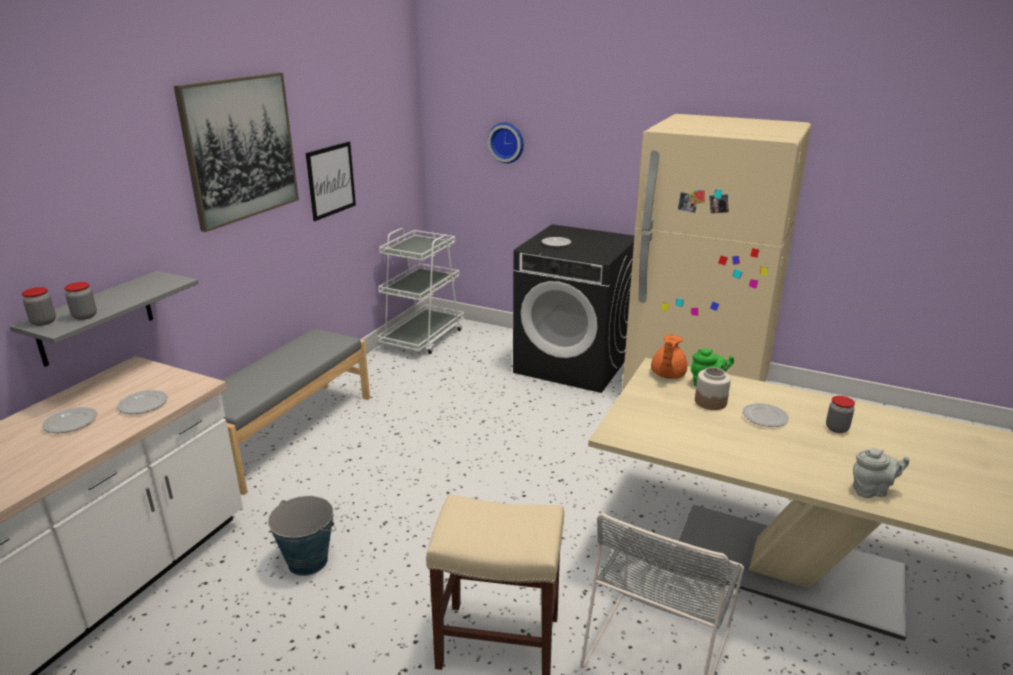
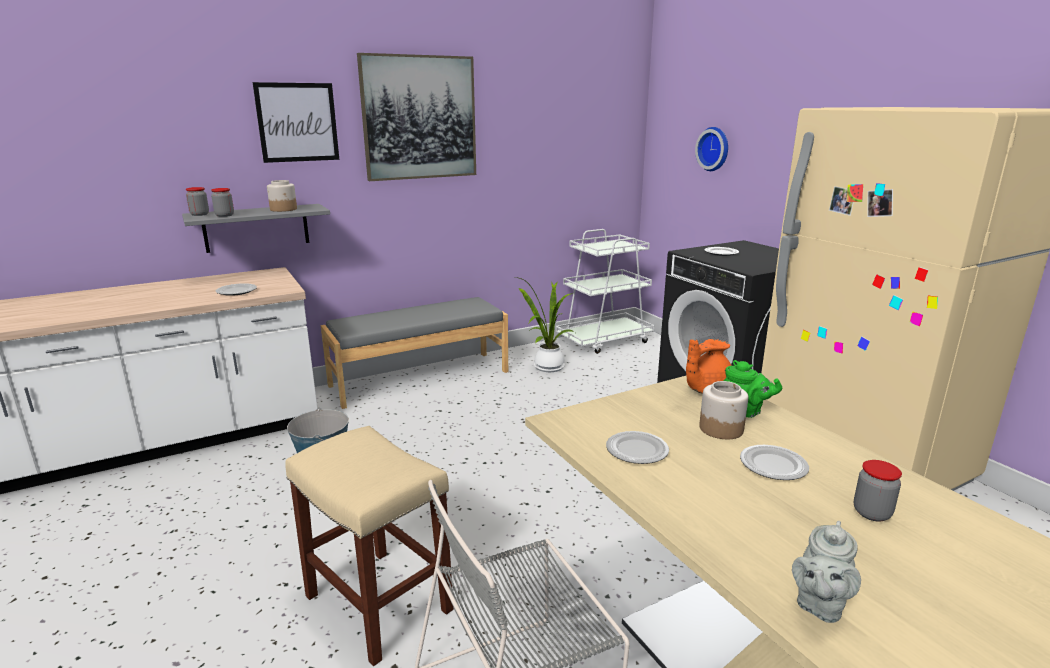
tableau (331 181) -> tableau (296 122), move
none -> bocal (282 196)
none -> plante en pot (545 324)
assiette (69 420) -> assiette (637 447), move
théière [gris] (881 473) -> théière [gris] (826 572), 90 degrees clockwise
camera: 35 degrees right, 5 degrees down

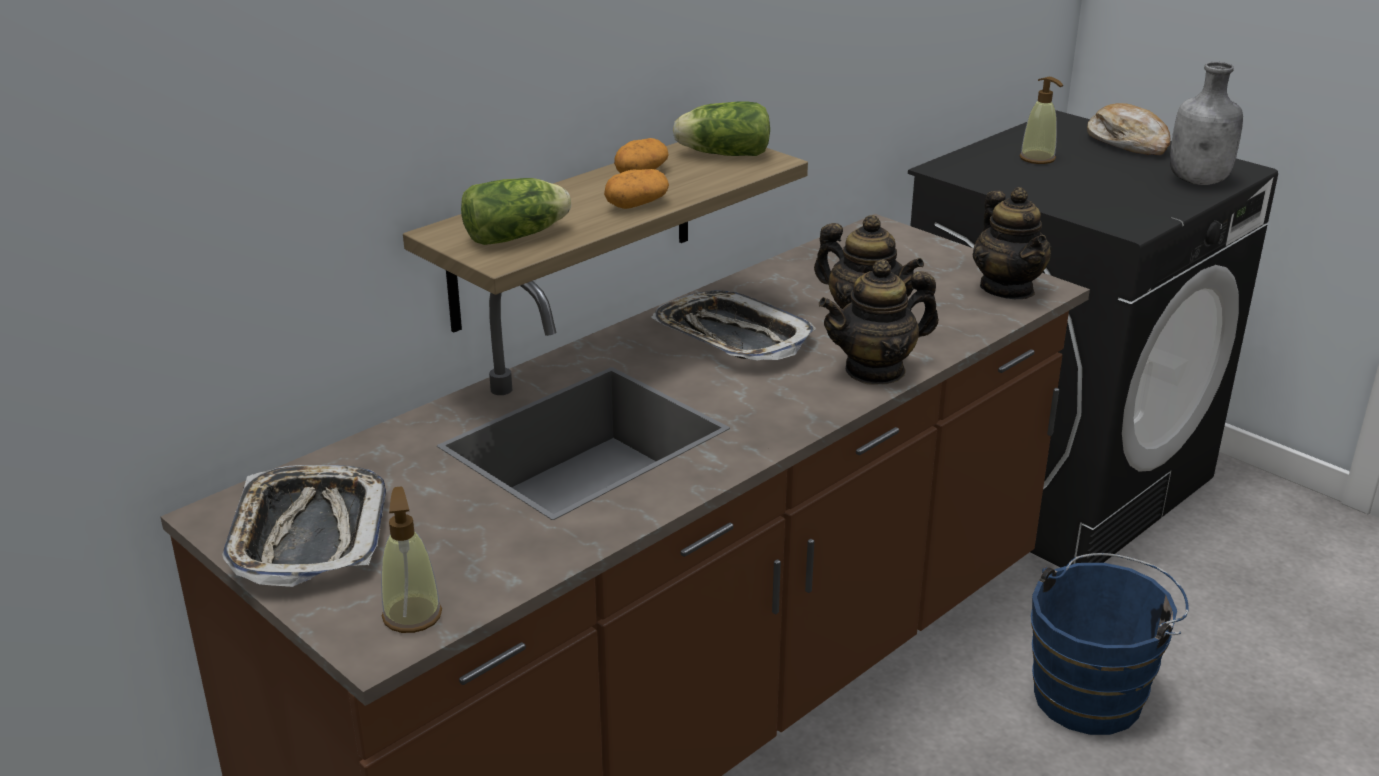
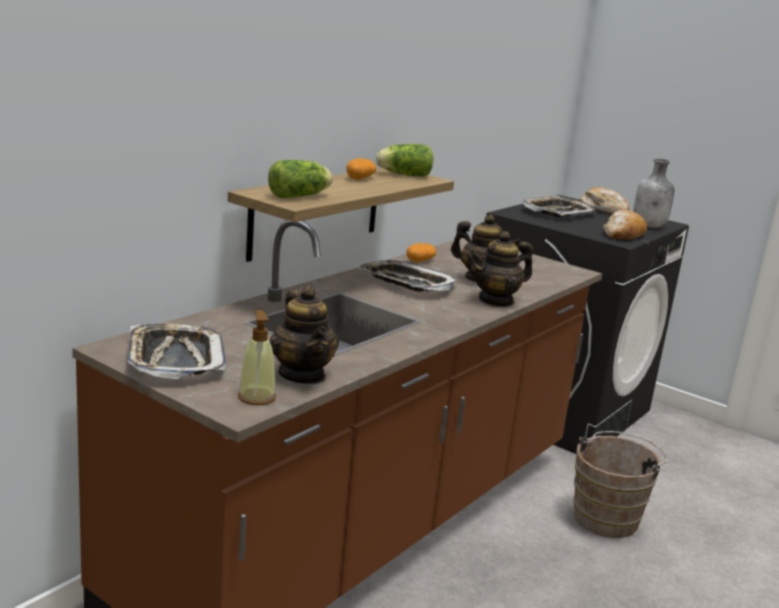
théière (1012 243) -> théière (304 335), move
pomme de terre (636 189) -> pomme de terre (421 252), move
distributeur de savon (1041 120) -> plateau (559 207)
seau [bleu] (1110 644) -> seau [marron] (620 484)
none -> pain (625 225)
camera: 10 degrees left, 10 degrees down

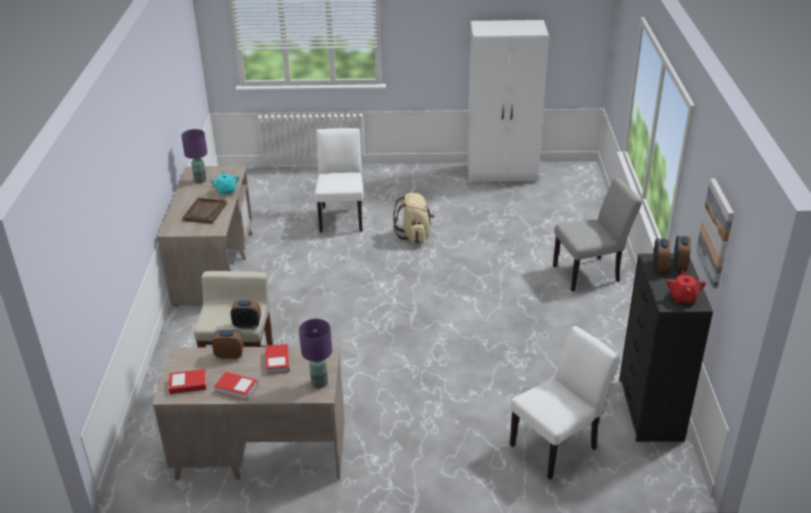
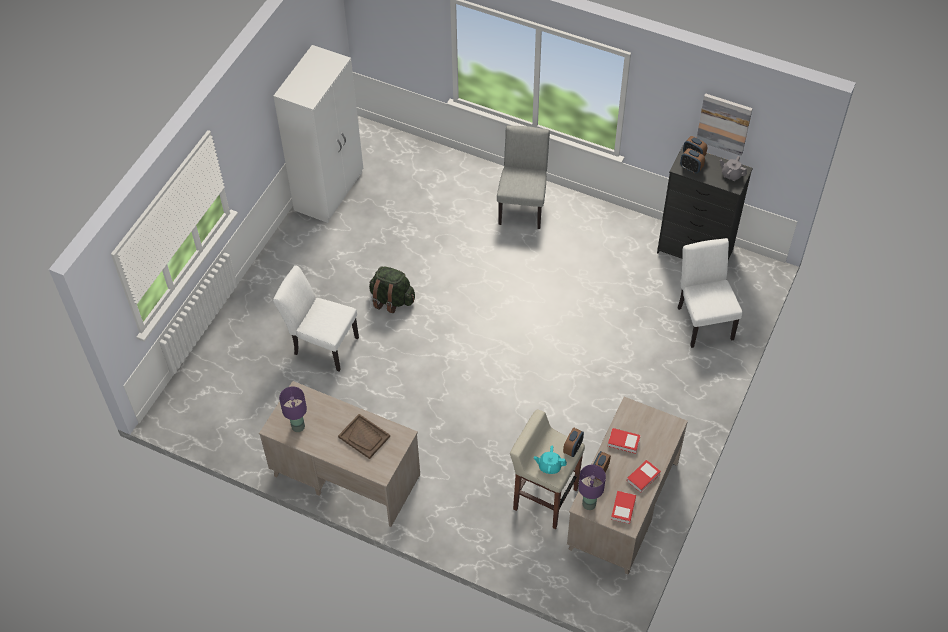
sac à dos [beige] (413 218) -> sac à dos [vert] (392 290)
théière [turquoise] (225 183) -> théière [turquoise] (550 460), move
lampe de table [violet] (315 353) -> lampe de table [violet] (592 487), move
théière [rouge] (686 286) -> théière [gris] (733 168)
camera: 65 degrees left, 20 degrees up

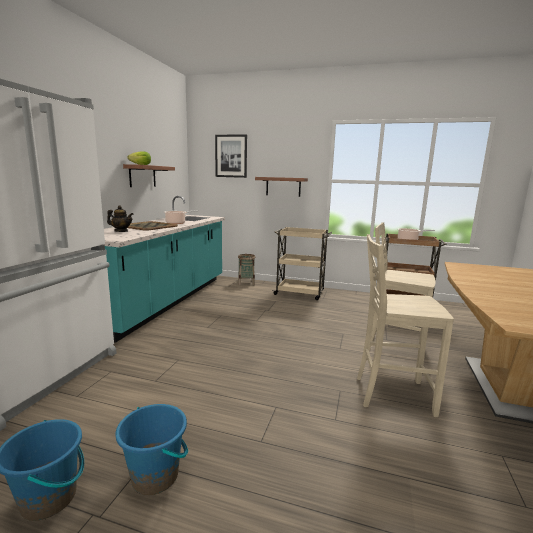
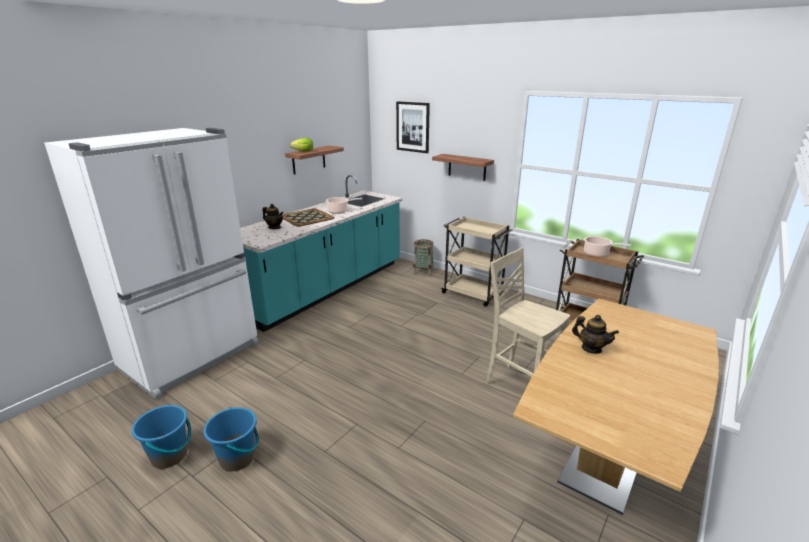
none -> théière (595 334)
chaise [beige] (405 325) -> none
camera: 20 degrees right, 10 degrees up

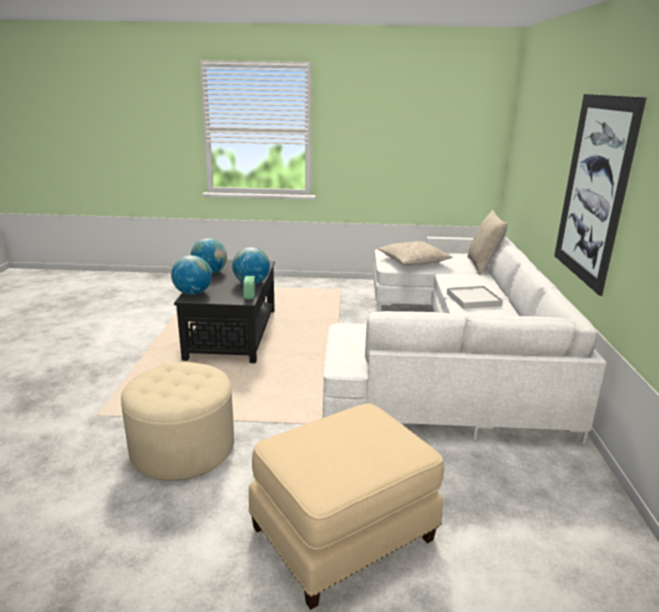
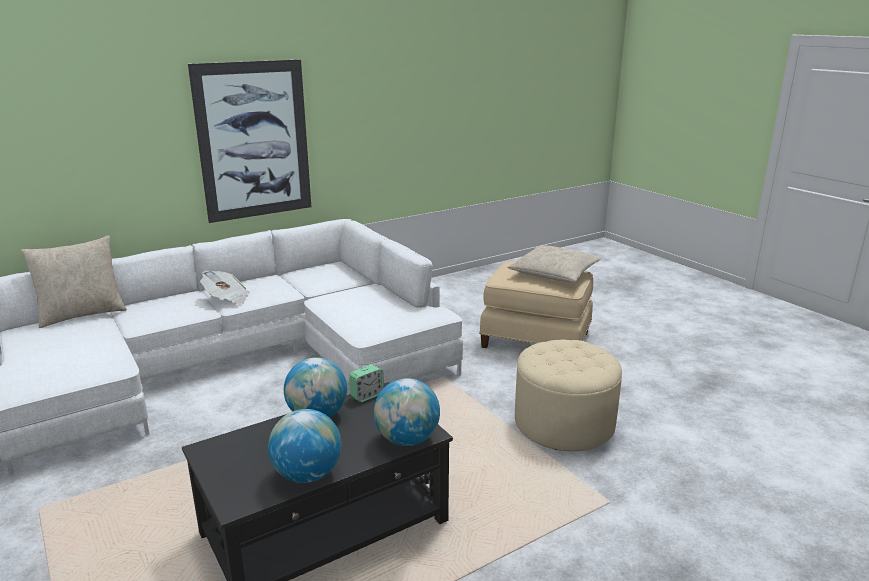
plateau [blanc] (475 297) -> journal (224 287)
coussin [beige] (415 253) -> coussin [beige] (554 264), move
camera: 125 degrees left, 0 degrees up

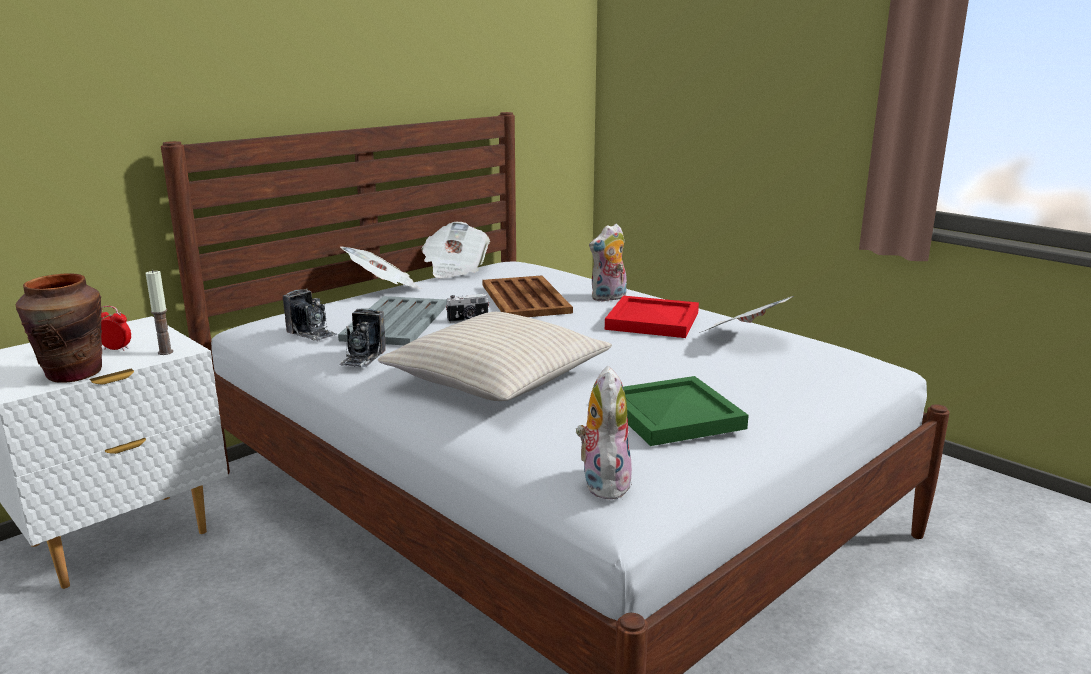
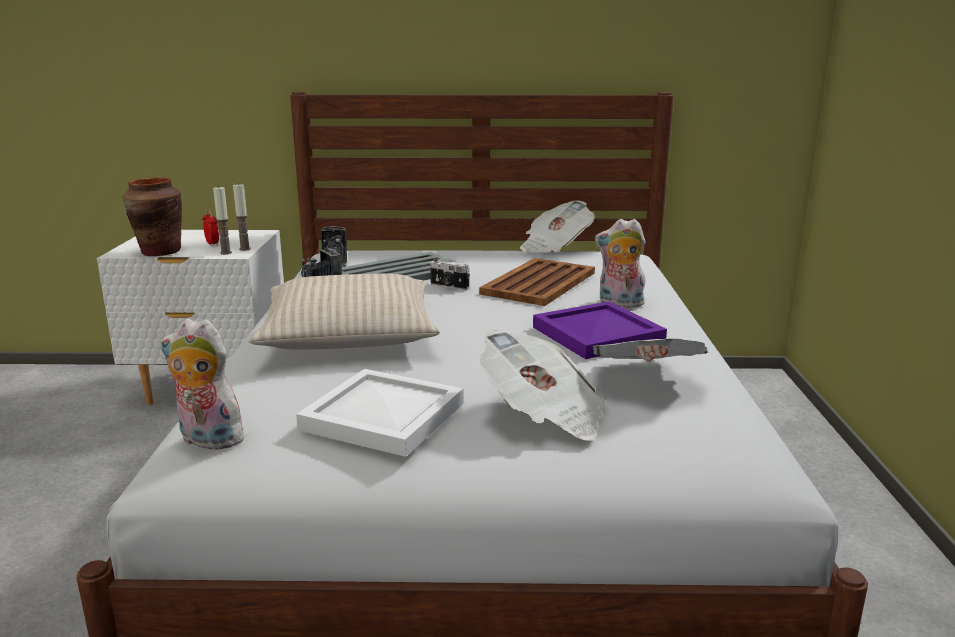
peluche (604 433) -> peluche (204 384), 120 degrees counterclockwise
none -> bougie (242 217)
plateau [vert] (686 411) -> plateau [blanc] (380 413)
journal (380 268) -> journal (542 385), move
plateau [rouge] (652 317) -> plateau [violet] (600 330)
camera: 45 degrees right, 0 degrees up

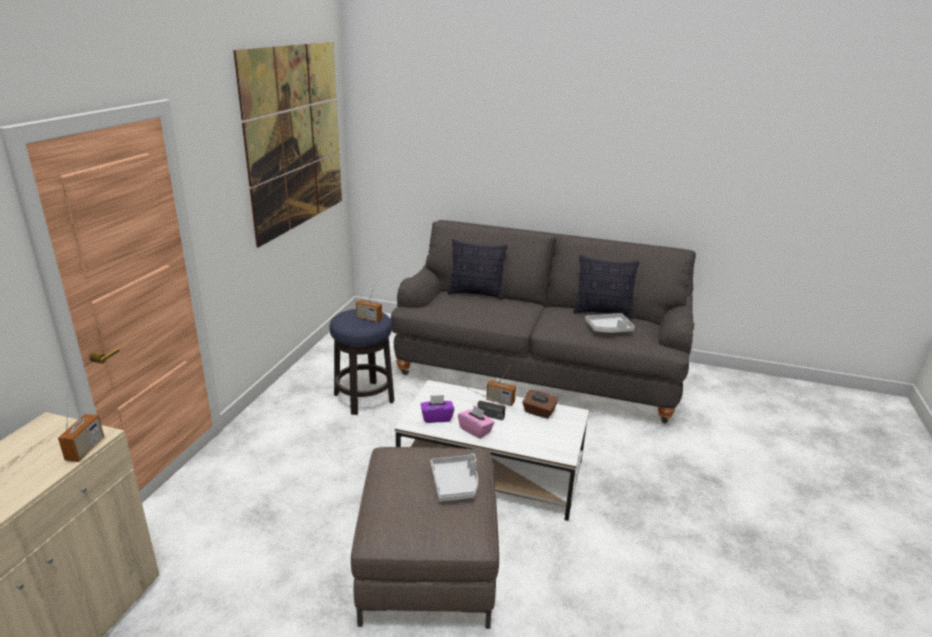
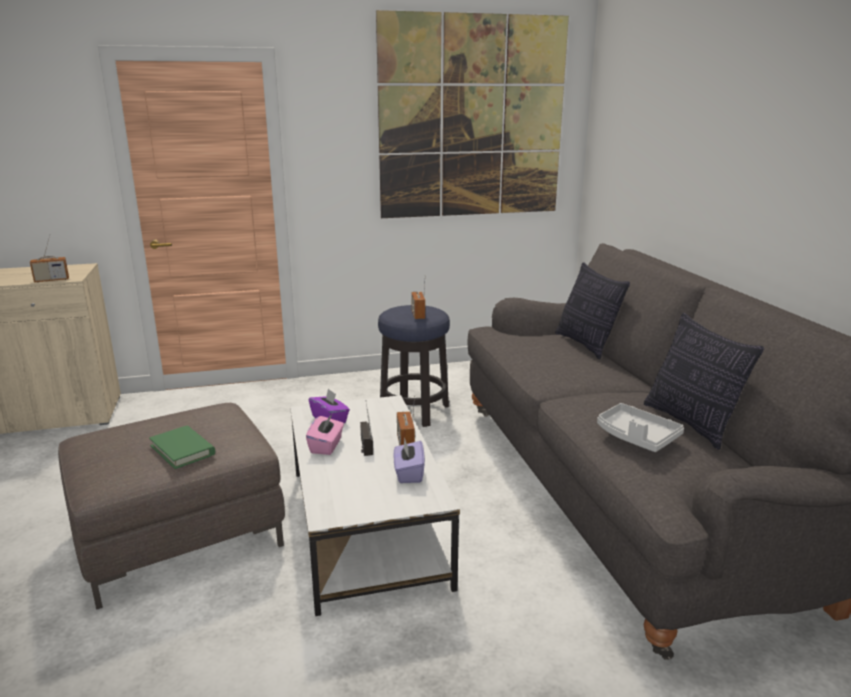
plateau [gris] (454 478) -> livre [vert] (182 447)
boîte à mouchoirs [marron] (540 404) -> boîte à mouchoirs [violet] (409 460)
camera: 60 degrees right, 5 degrees down

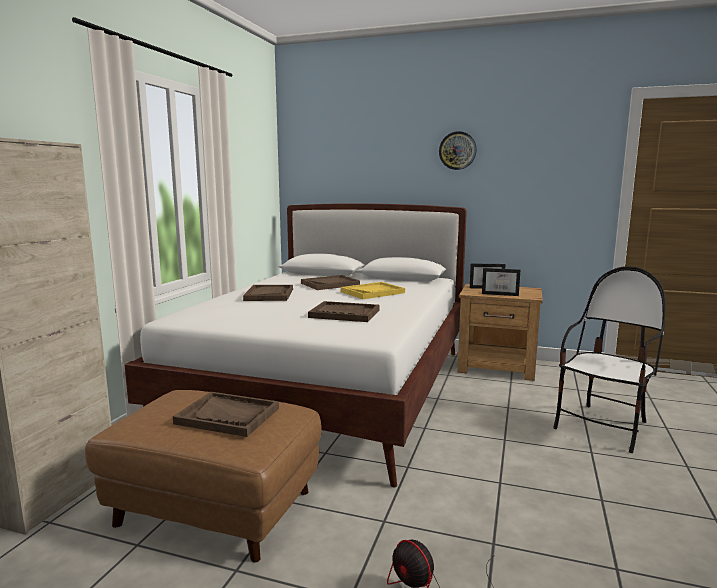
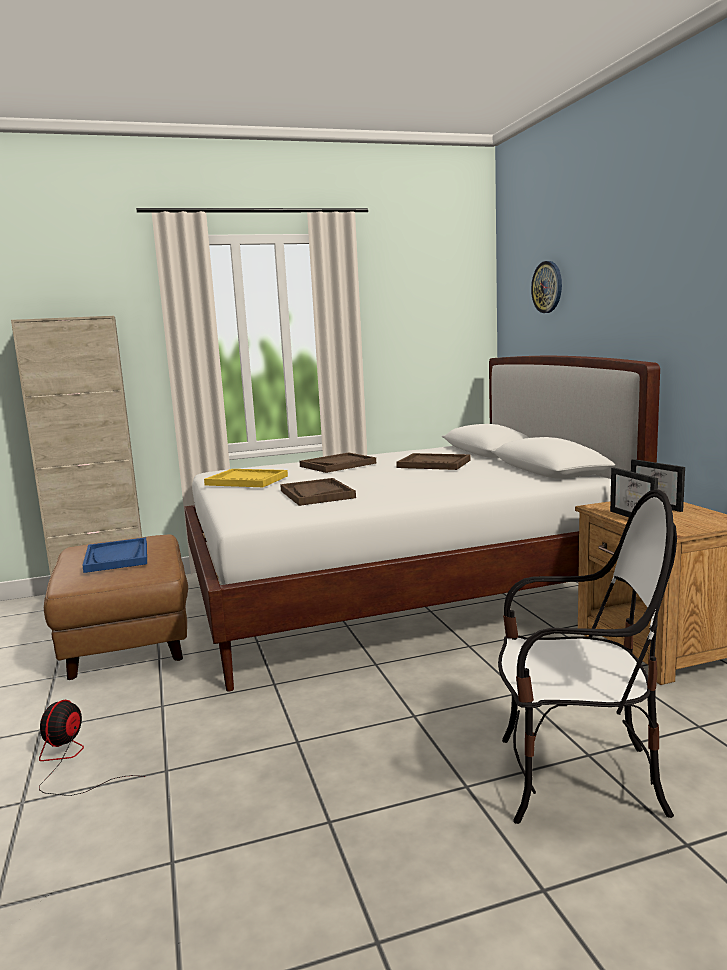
plateau [marron] (226 414) -> plateau [bleu] (114 555)
plateau [jaune] (373 290) -> plateau [jaune] (246 478), move
horloge murale (458 150) -> horloge murale (546 287), move
camera: 55 degrees right, 0 degrees up

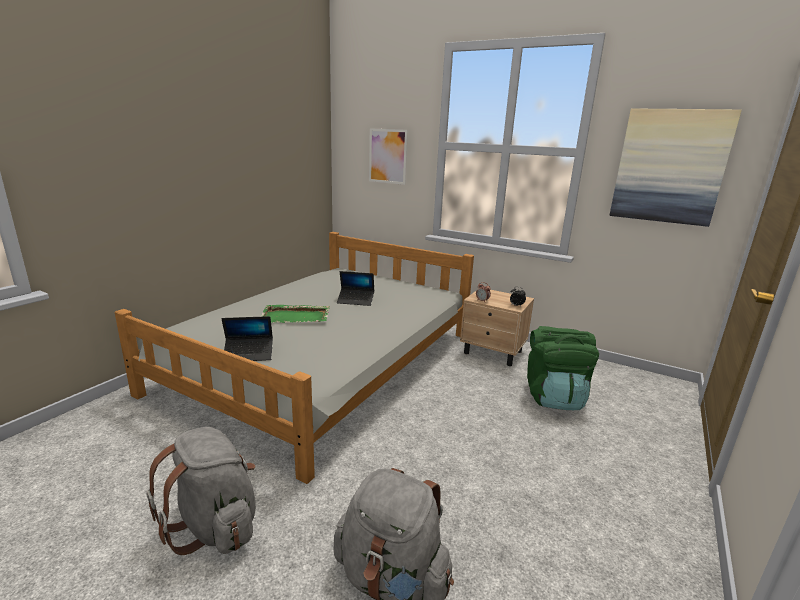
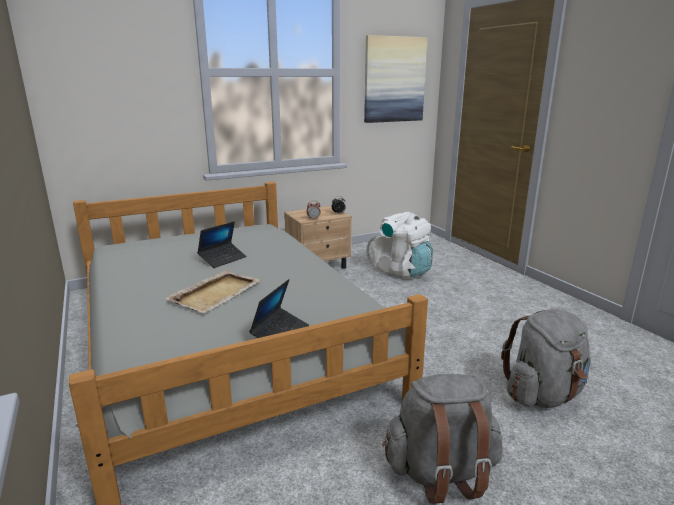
plateau [vert] (295 314) -> plateau [beige] (213 291)
sac à dos [vert] (563 368) -> sac à dos [blanc] (399 245)
tableau (388 156) -> none
camera: 55 degrees left, 0 degrees up

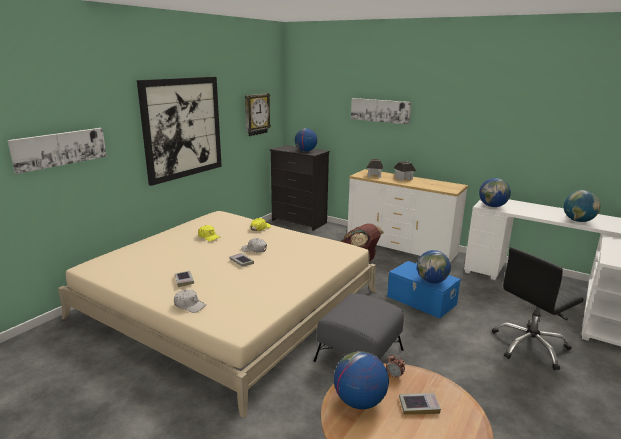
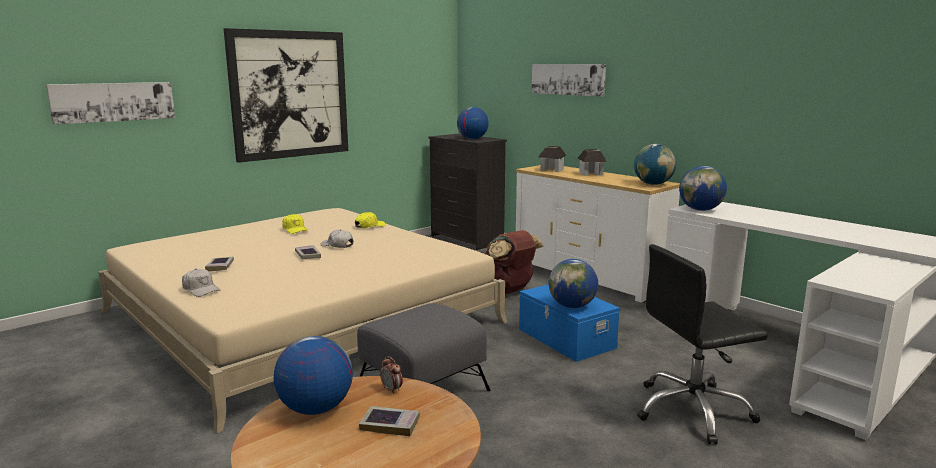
globe (582 206) -> globe (655 164), move
horloge murale (258 114) -> none
camera: 15 degrees right, 5 degrees down

